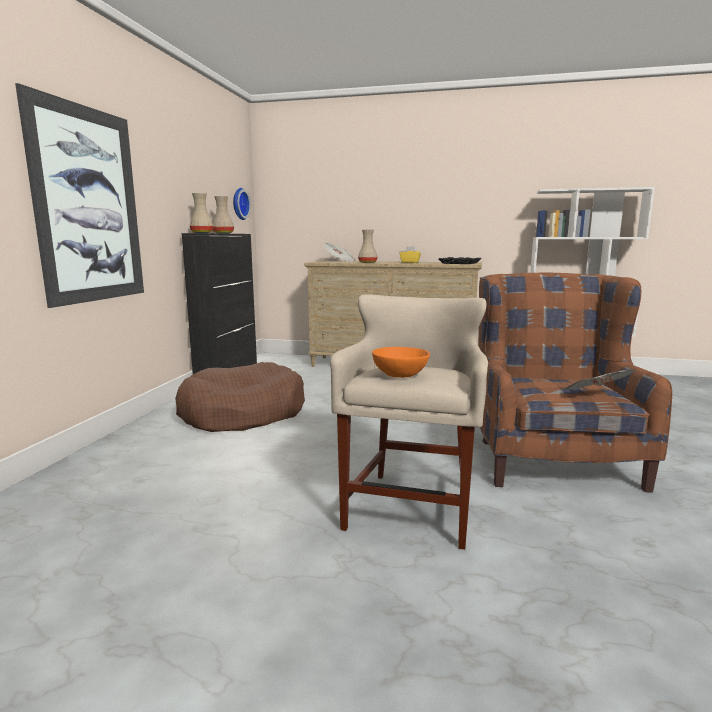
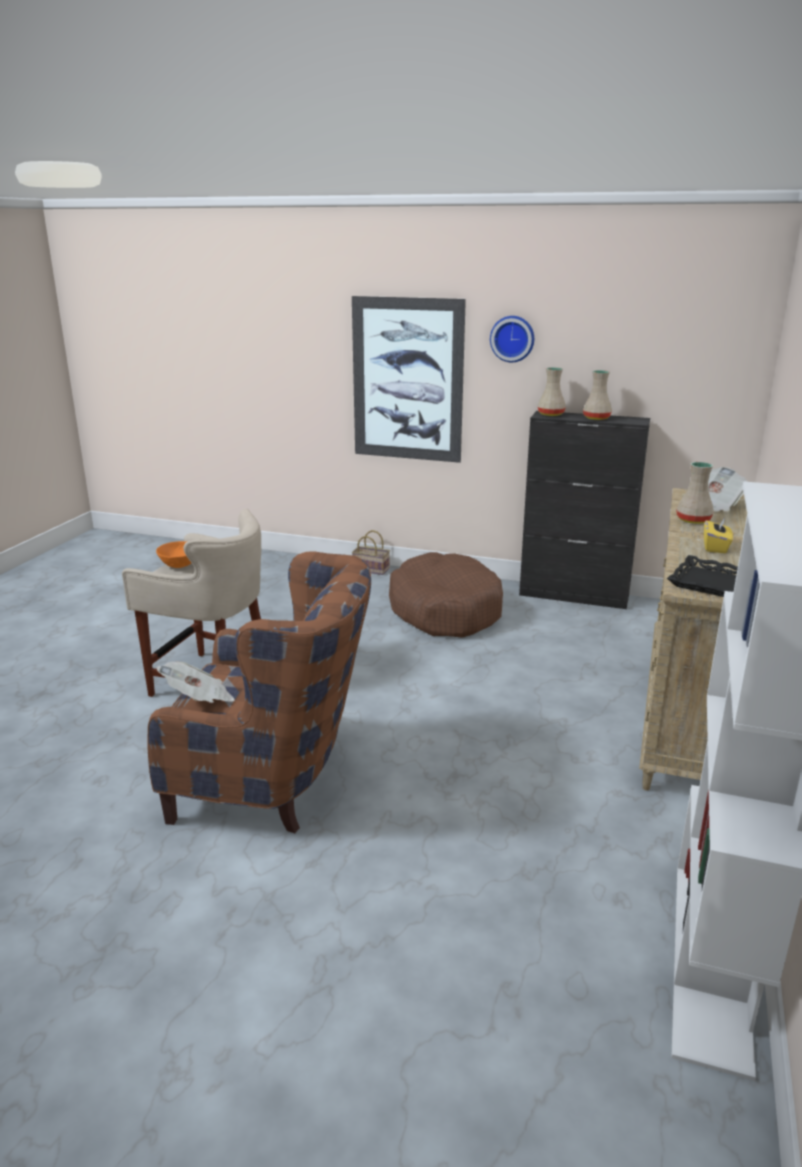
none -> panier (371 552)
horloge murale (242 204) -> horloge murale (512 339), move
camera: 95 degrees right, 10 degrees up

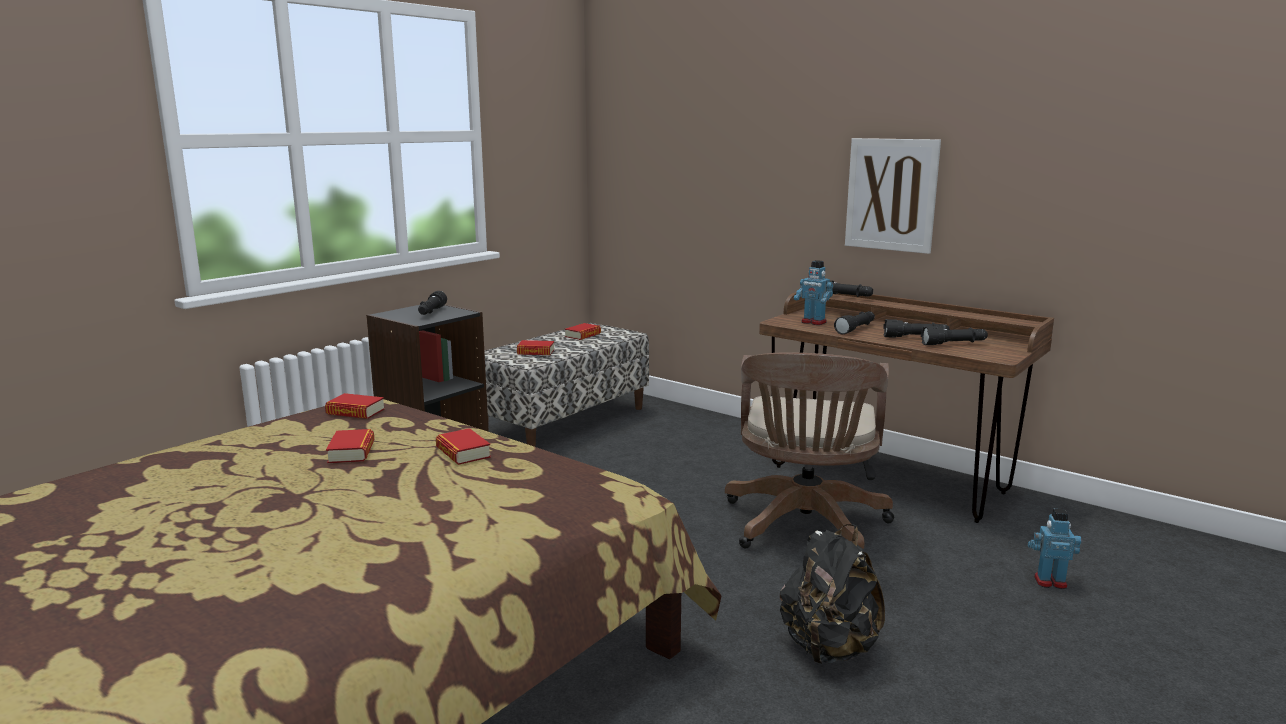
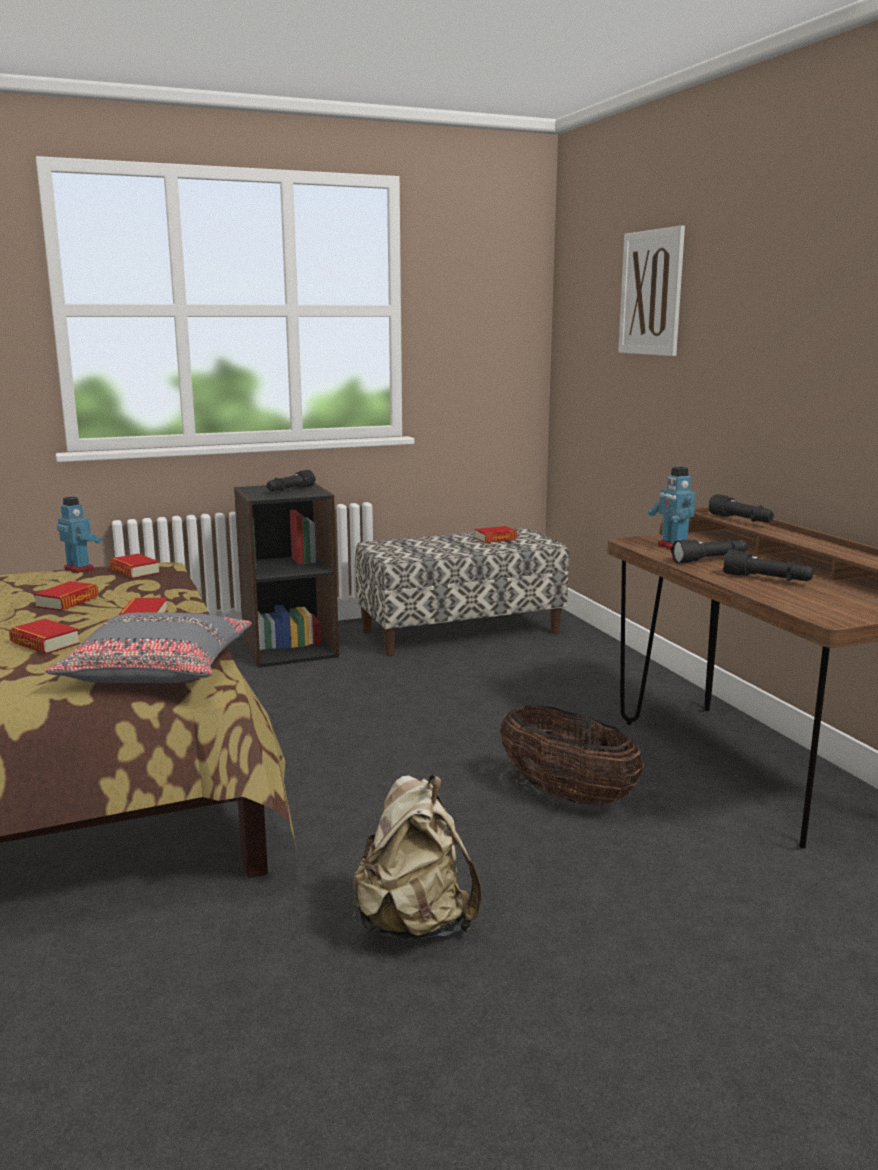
livre (536 347) -> livre (44 636), move
none -> coussin [gris] (148 647)
robot jouet (1054 549) -> robot jouet (79 535), move
sac à dos [noir] (832 594) -> sac à dos [beige] (417 857)
chaise de bureau [marron] (809 450) -> panier (572 756)
tableau (893 196) -> tableau (651 291), move
lampe de poche [noir] (954 335) -> none
camera: 30 degrees right, 0 degrees up

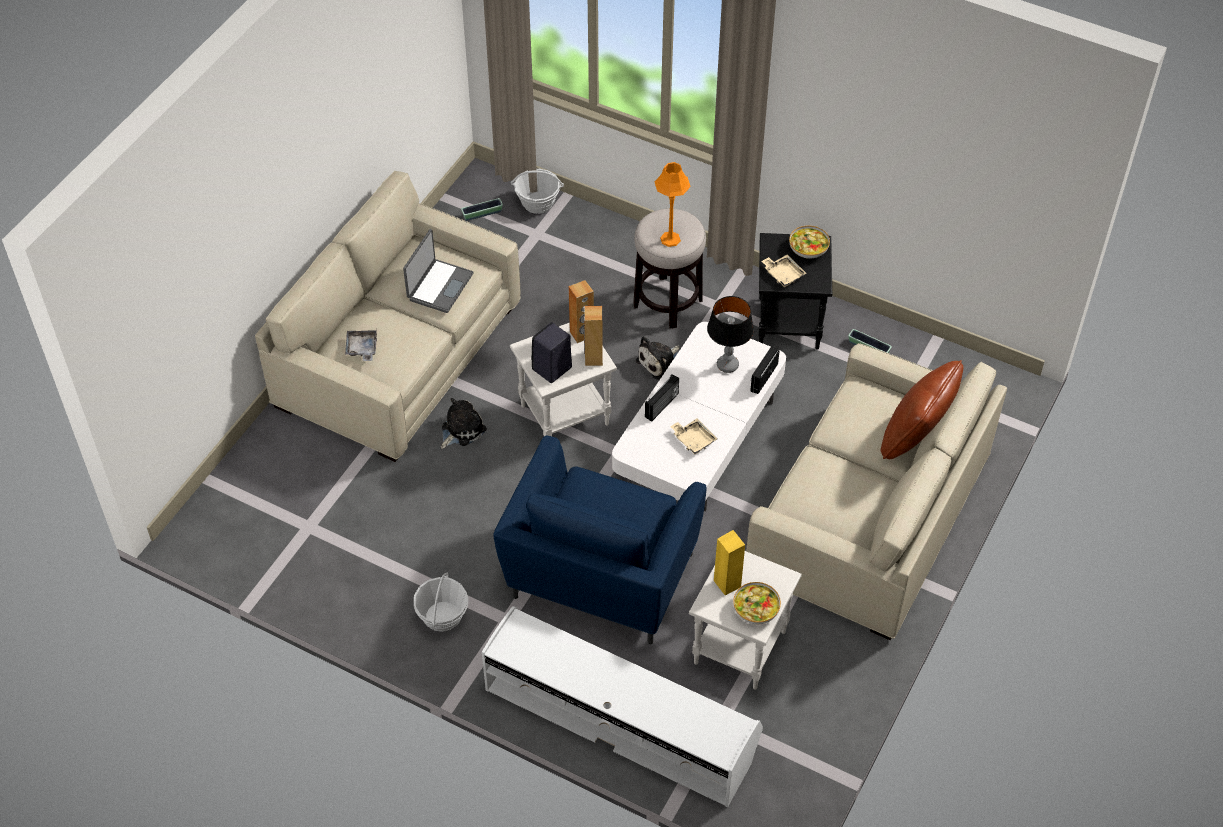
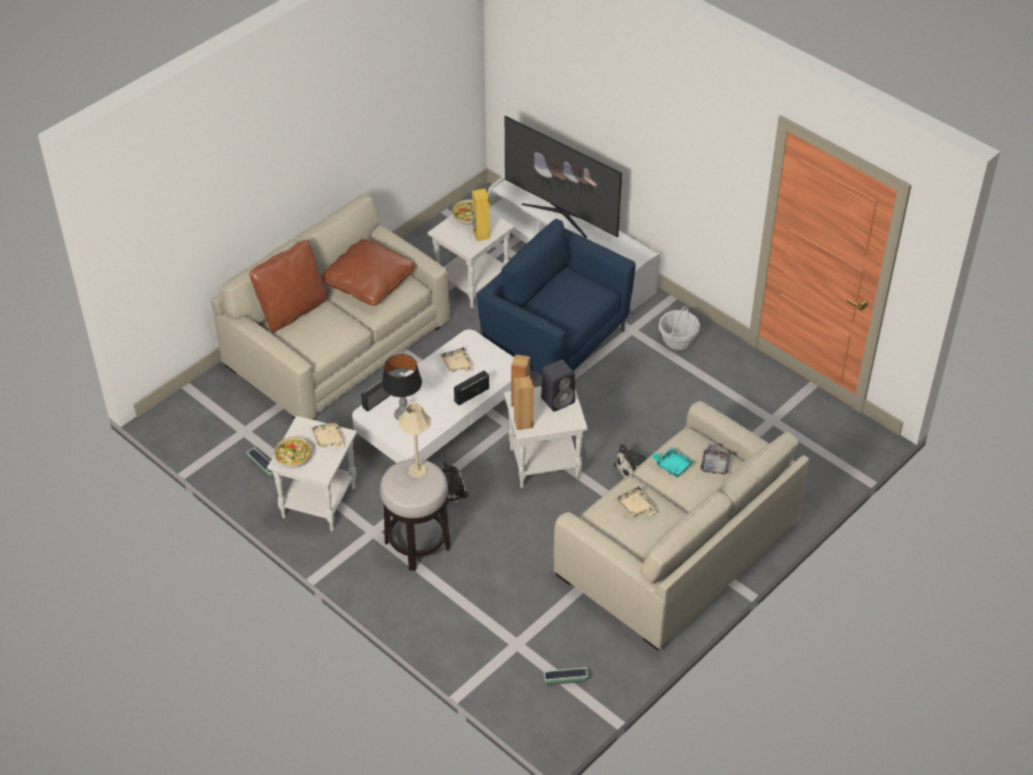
table d'appoint [noir] (795 291) -> table d'appoint [blanc] (312 473)
none -> coussin [marron] (368 272)
lampe de table [orange] (673 204) -> lampe de table [beige] (414 440)
fauteuil [bleu] (600 539) -> fauteuil [bleu] (556 297), 90 degrees counterclockwise
none -> téléviseur (563 177)
ordinateur portable (438 271) -> plateau [beige] (636 501)
none -> plateau [turquoise] (672 462)
panier (537 191) -> none
camera: 165 degrees left, 5 degrees down

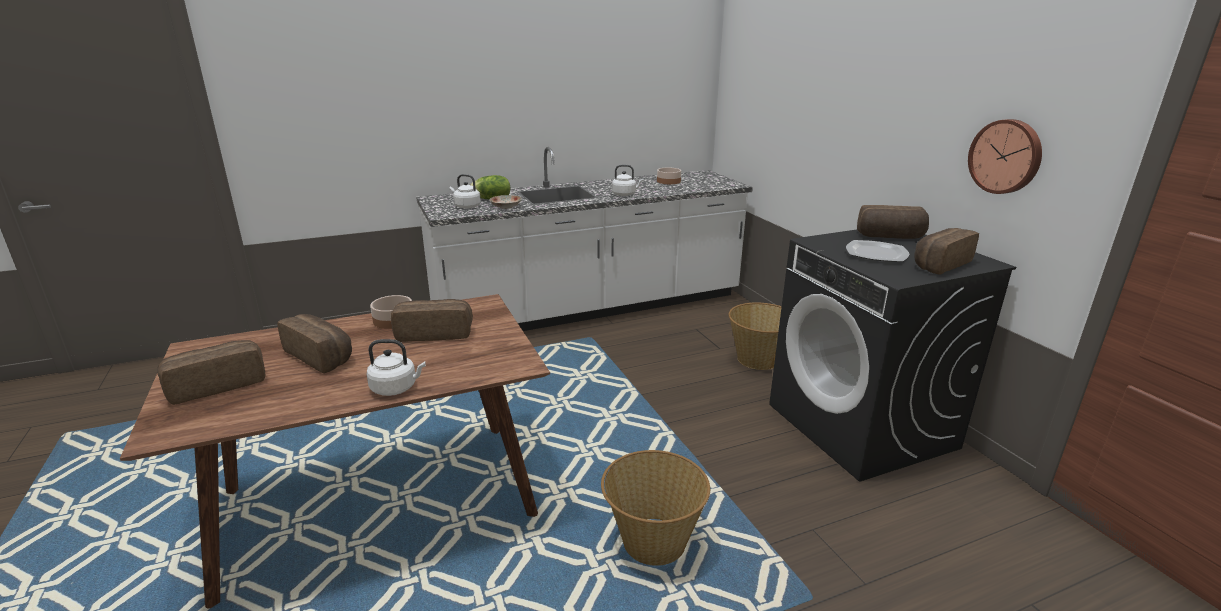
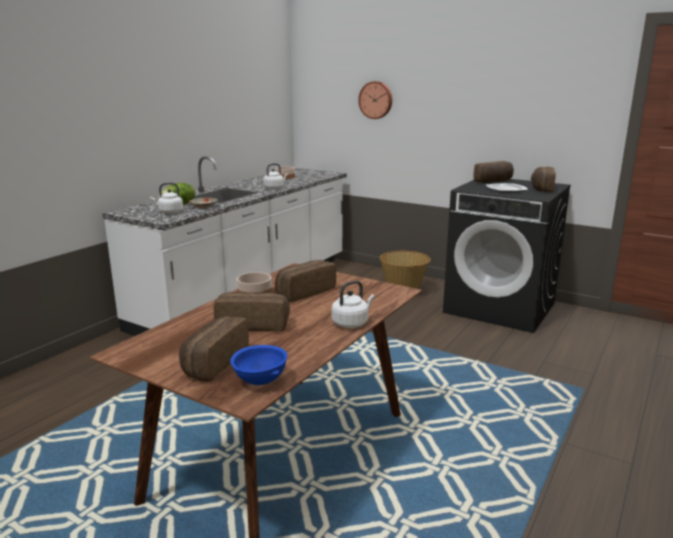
none -> bol [bleu] (258 365)
horloge murale (1005 156) -> horloge murale (375 100), move
panier (655 508) -> none
camera: 35 degrees left, 5 degrees down

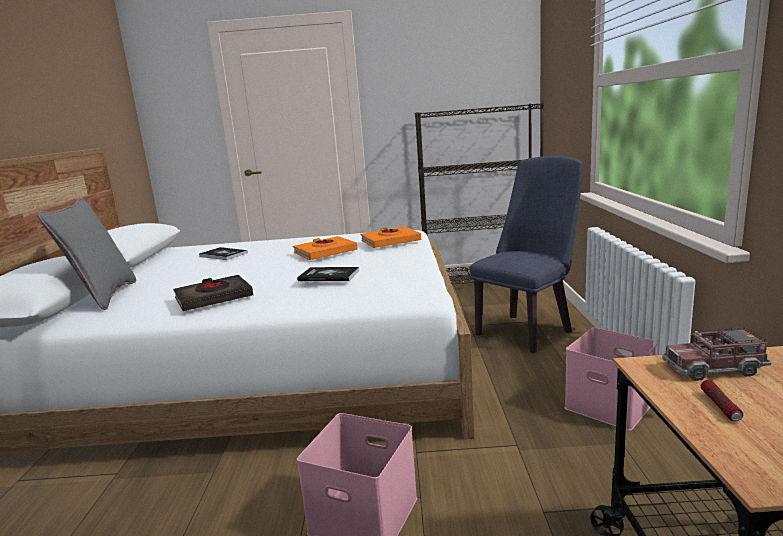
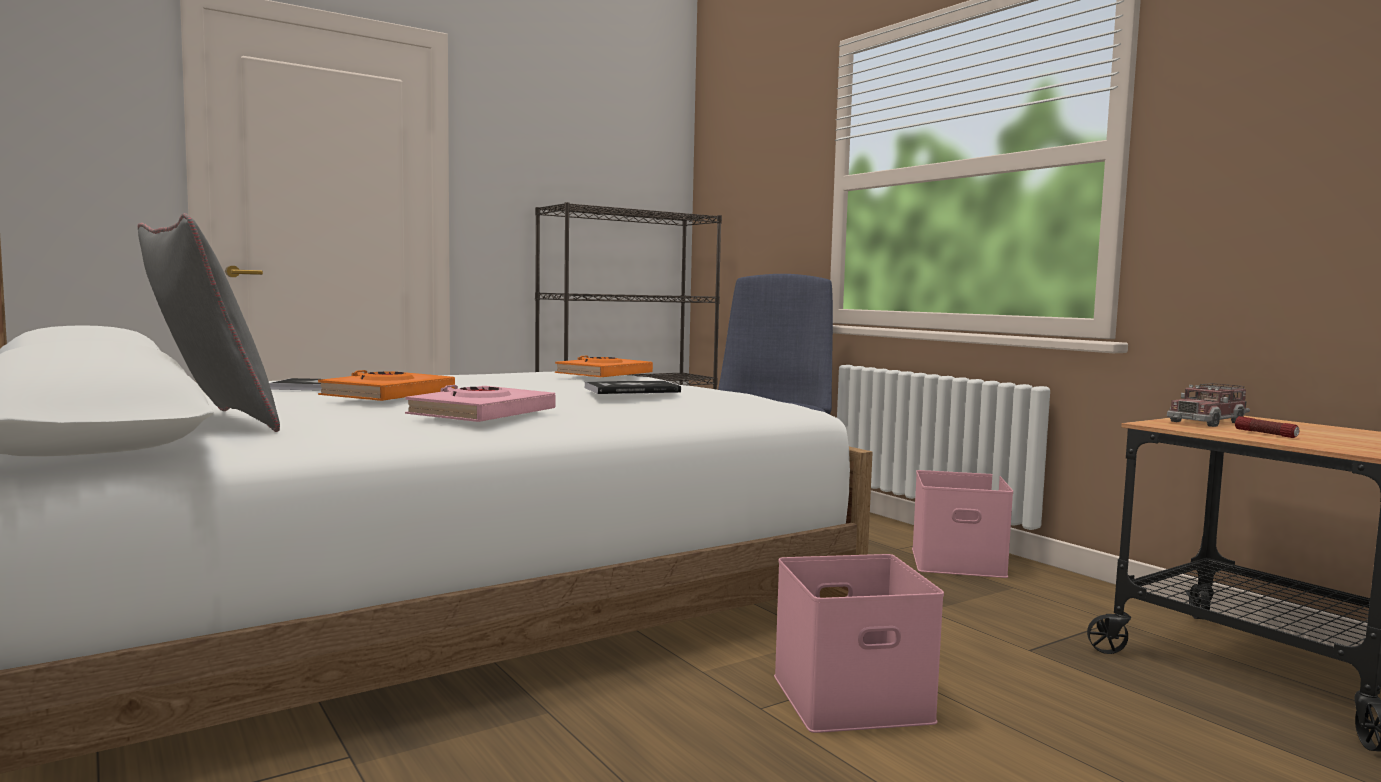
livre [orange] (325 248) -> livre [orange] (386 385), move
livre [noir] (213 293) -> livre [rose] (480 403)
camera: 35 degrees left, 10 degrees down

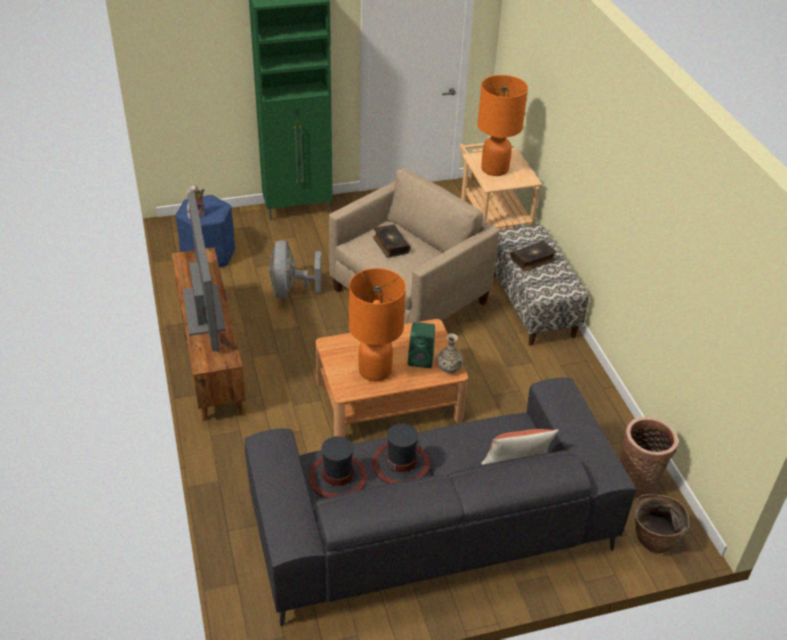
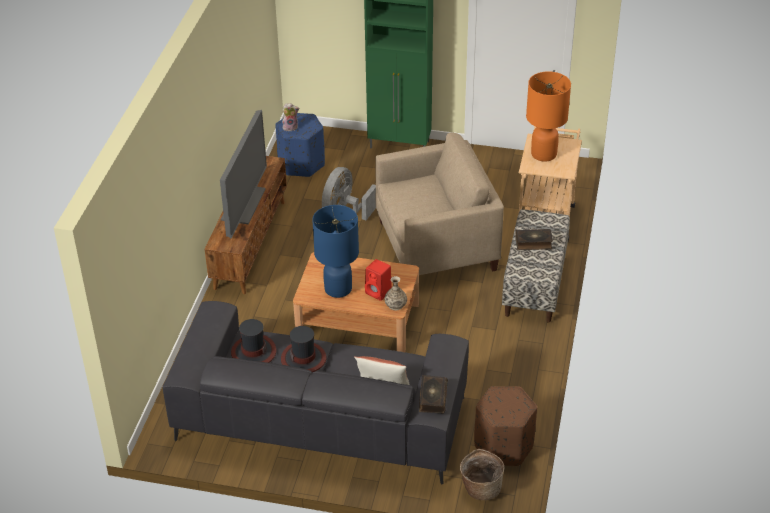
lampe de table [orange] (377 325) -> lampe de table [bleu] (335 251)
enceinte [vert] (421 345) -> enceinte [rouge] (378 280)
livre (391 241) -> livre (433 394), move
panier (649 457) -> pouf [marron] (505 426)
camera: 30 degrees right, 0 degrees up

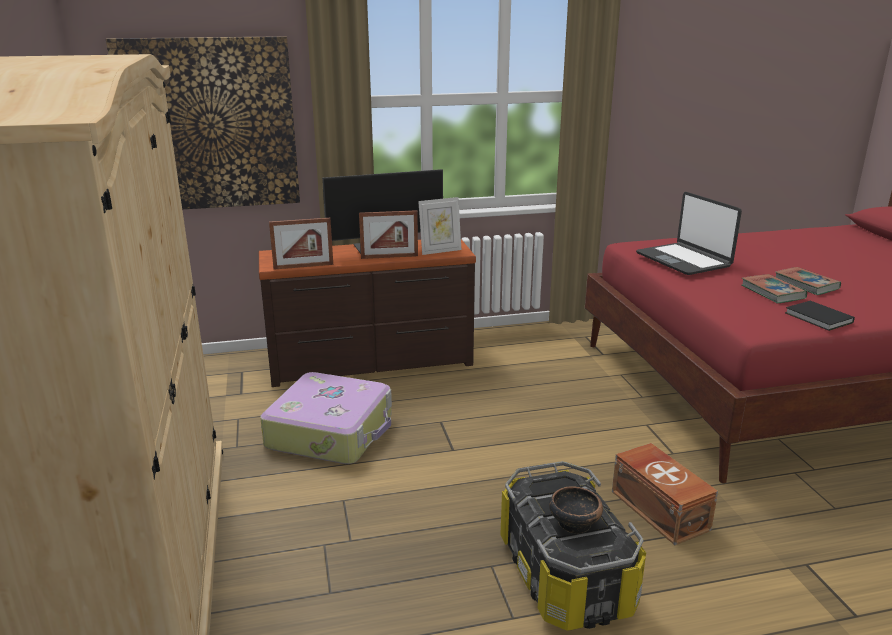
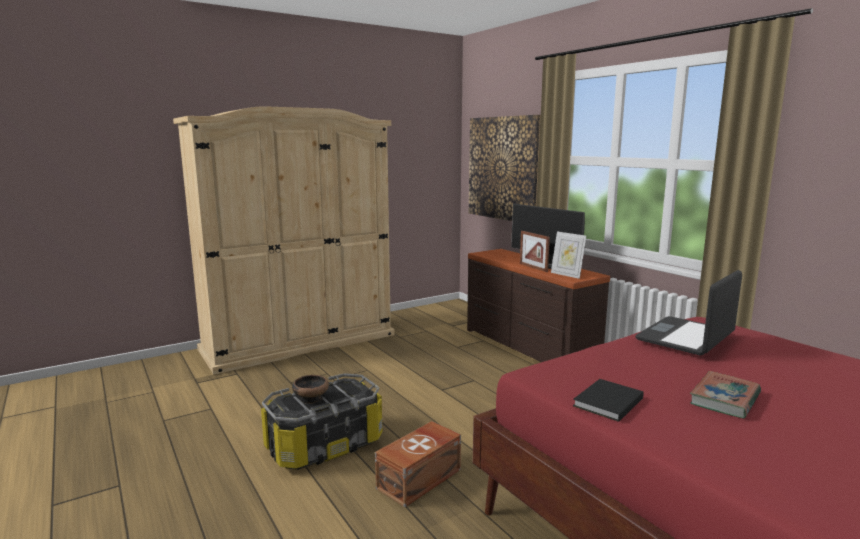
valise (326 418) -> none
cadre photo (301 244) -> none
livre (774 289) -> none
camera: 70 degrees right, 10 degrees down

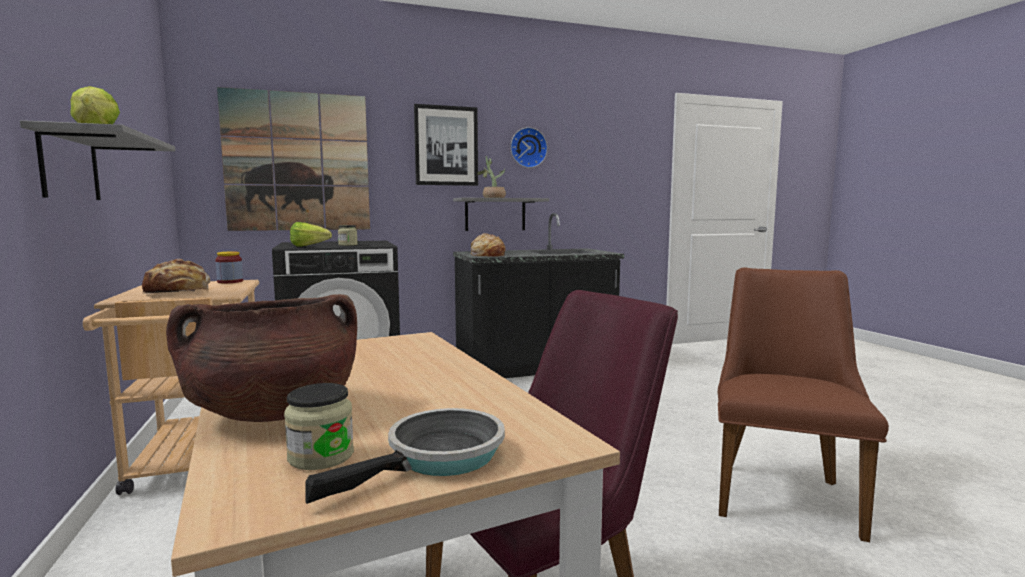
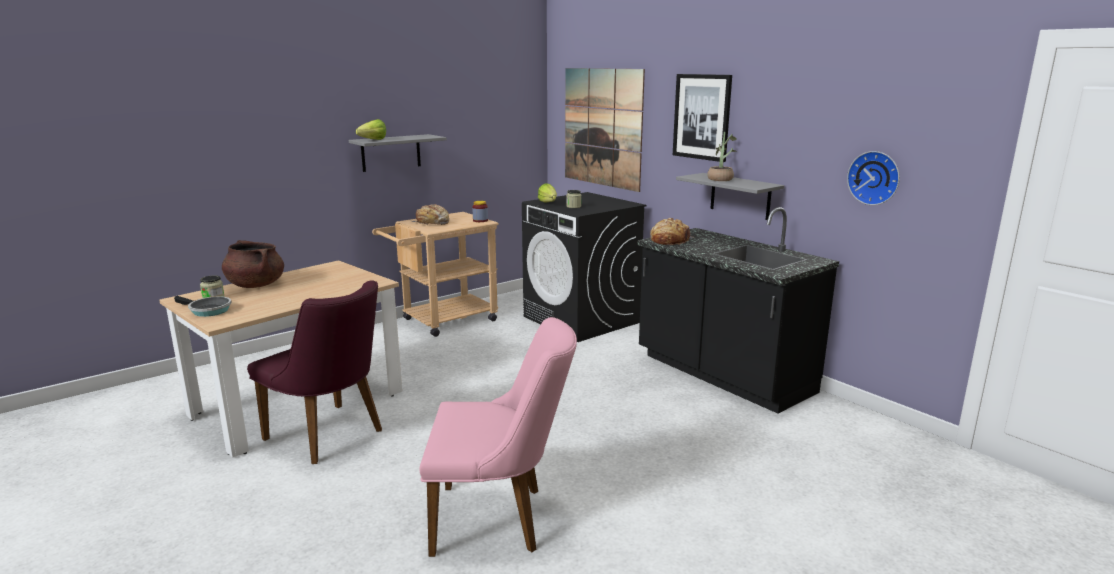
chaise [marron] (803 405) -> chaise [rose] (498 437)
horloge murale (529 147) -> horloge murale (873 178), move
camera: 70 degrees right, 10 degrees up

